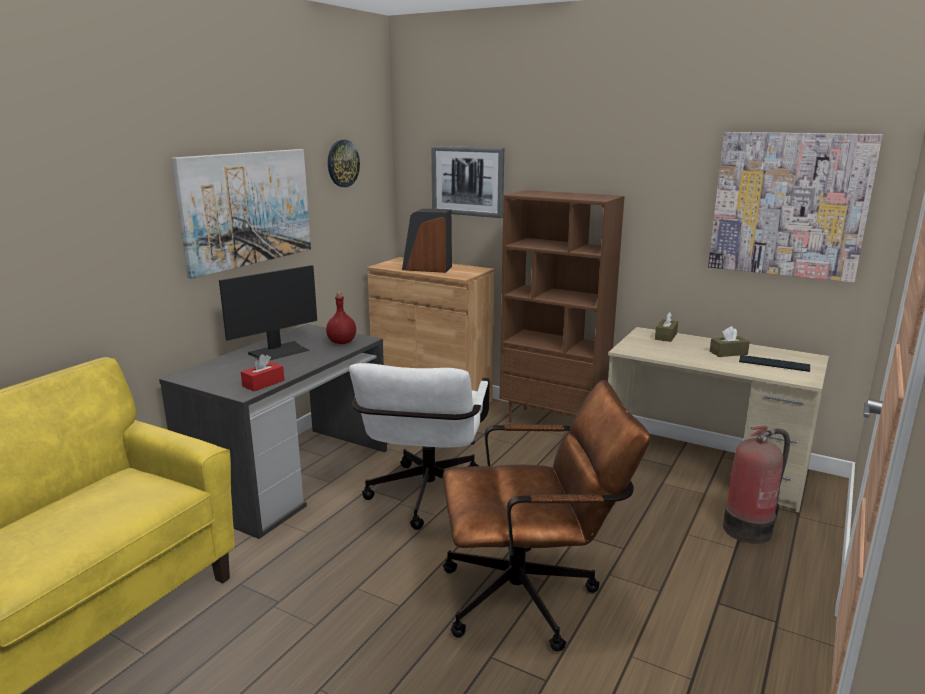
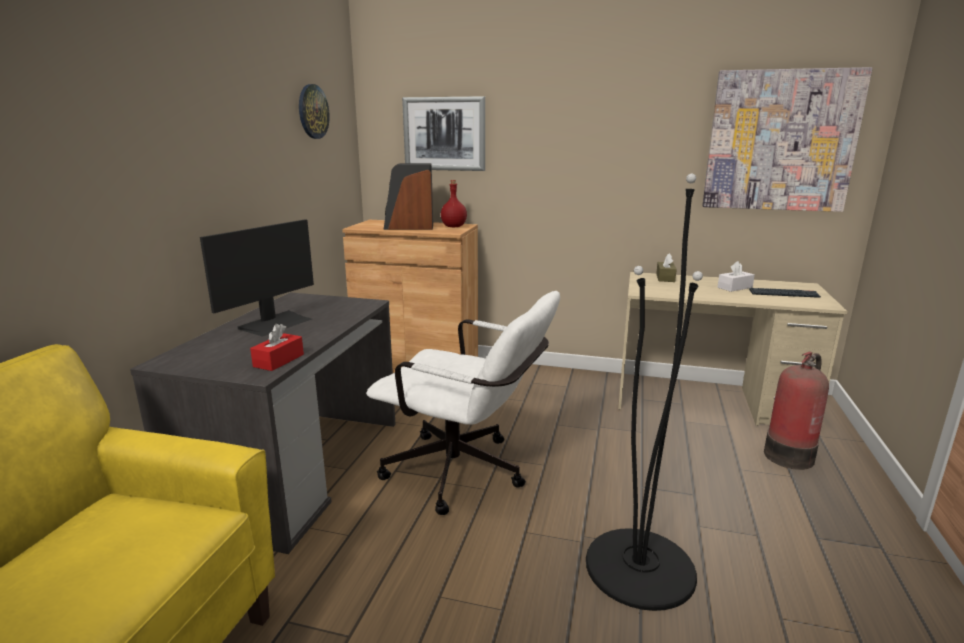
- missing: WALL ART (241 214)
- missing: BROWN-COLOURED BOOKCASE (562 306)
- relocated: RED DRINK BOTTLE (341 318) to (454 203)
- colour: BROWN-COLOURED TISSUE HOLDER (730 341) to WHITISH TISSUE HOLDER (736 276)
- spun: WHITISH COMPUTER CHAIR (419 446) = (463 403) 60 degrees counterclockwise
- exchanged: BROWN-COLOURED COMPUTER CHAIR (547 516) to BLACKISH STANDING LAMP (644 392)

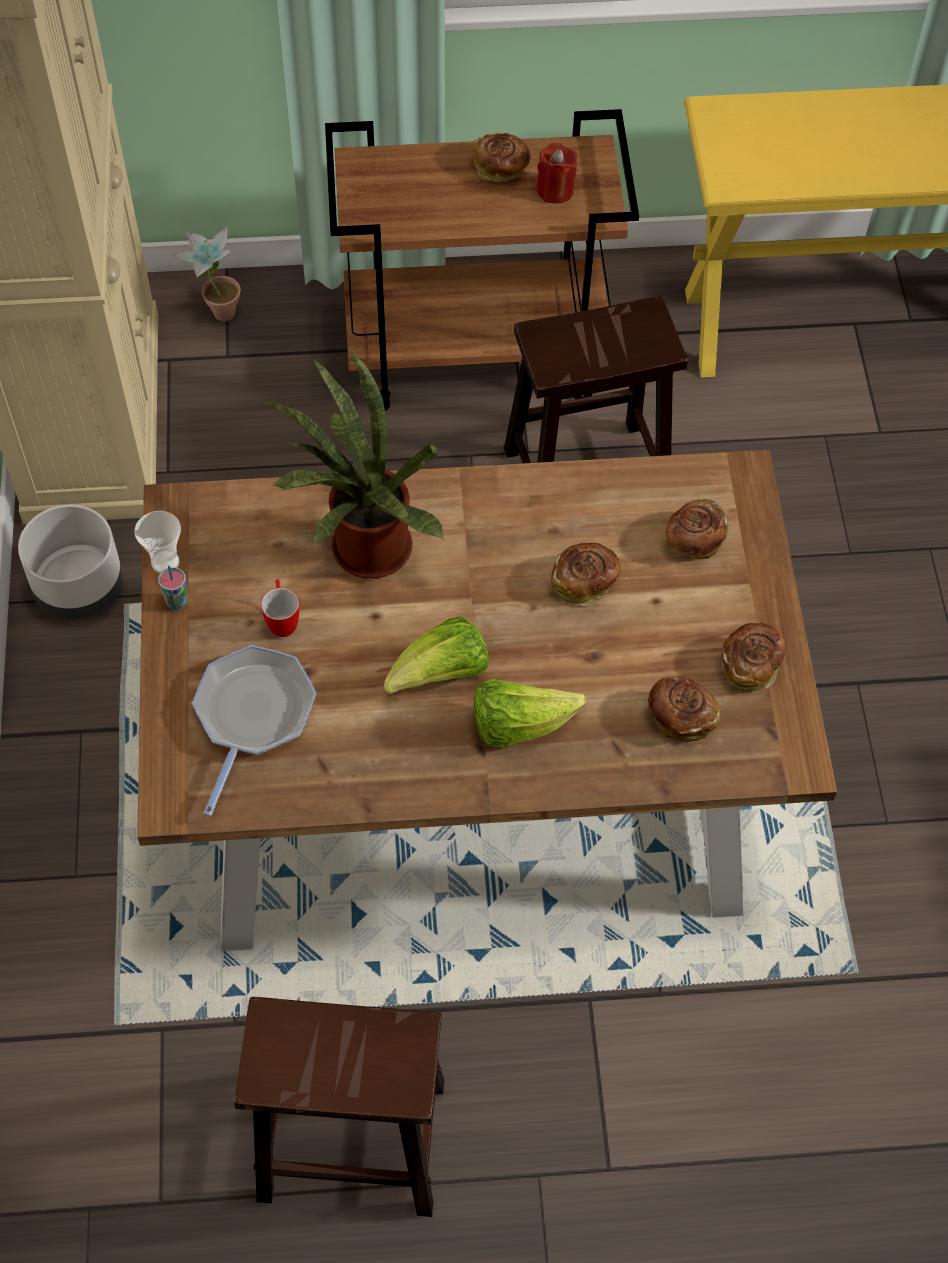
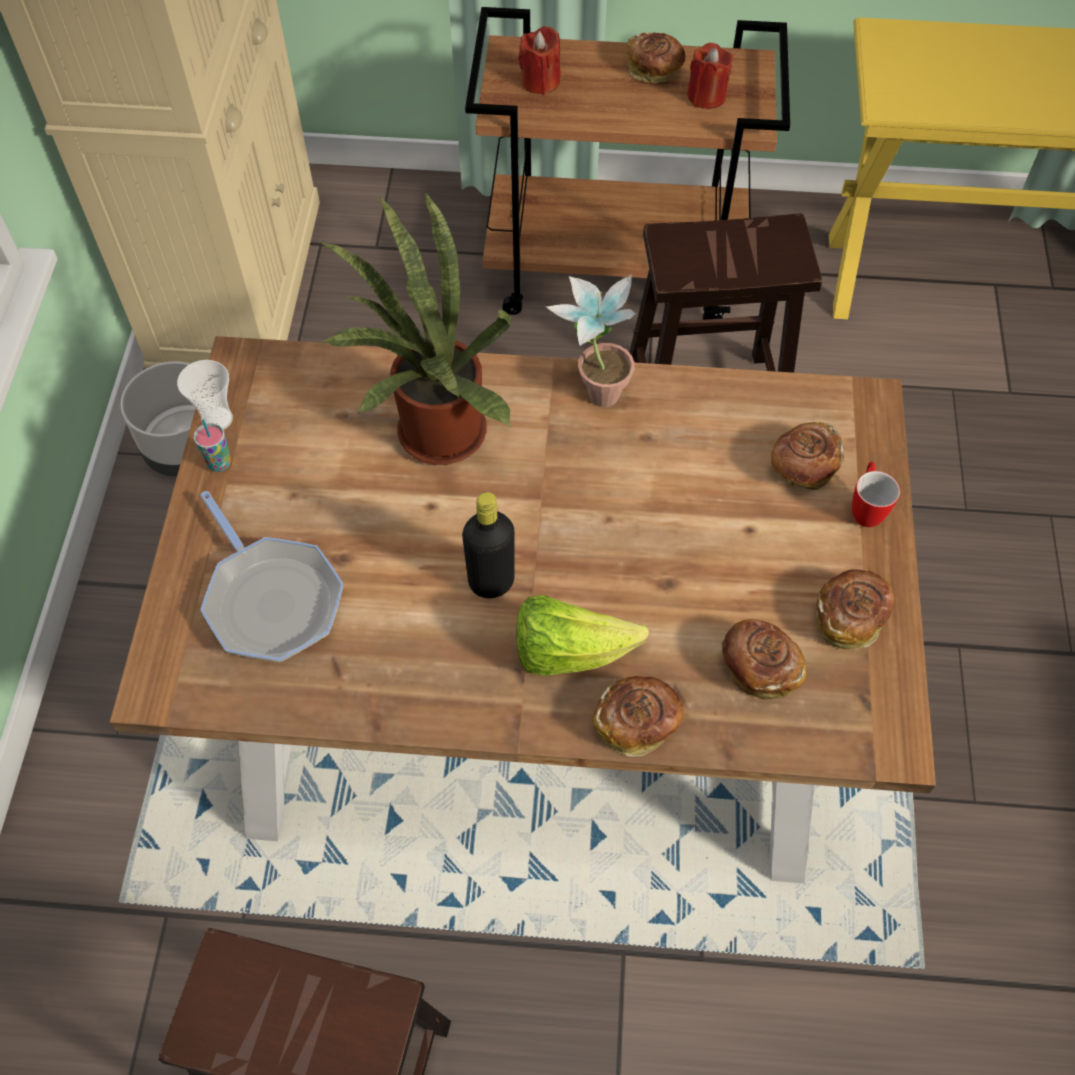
- relocated: HOUSEPLANT (206 274) to (591 340)
- relocated: BAKERY BREAD (586 574) to (637 716)
- relocated: MUG (280 608) to (876 494)
- exchanged: LETTUCE (436 655) to BLACKISH DRINK BOTTLE (488 545)
- spun: SKILLET (254 731) = (272 576) 120 degrees clockwise
- appeared: RED WAX CANDLE (539 60)

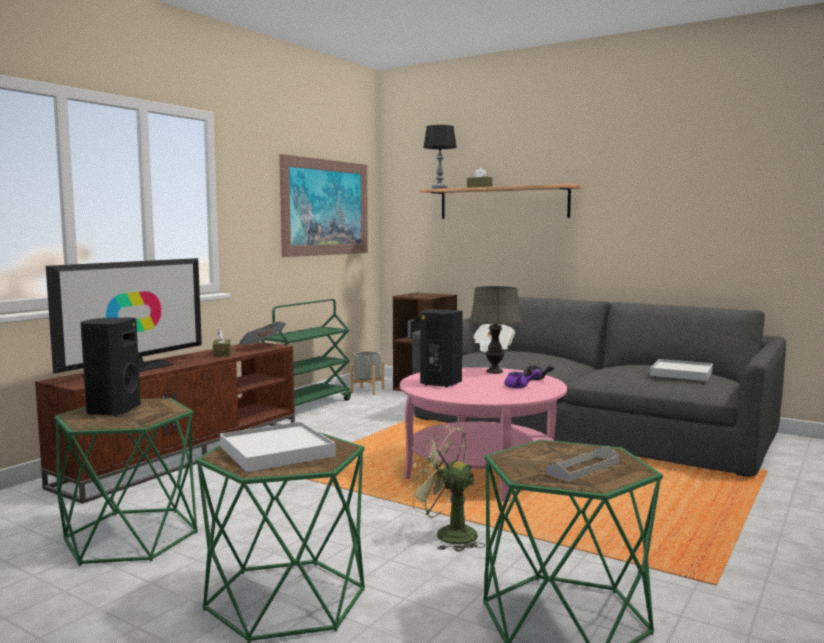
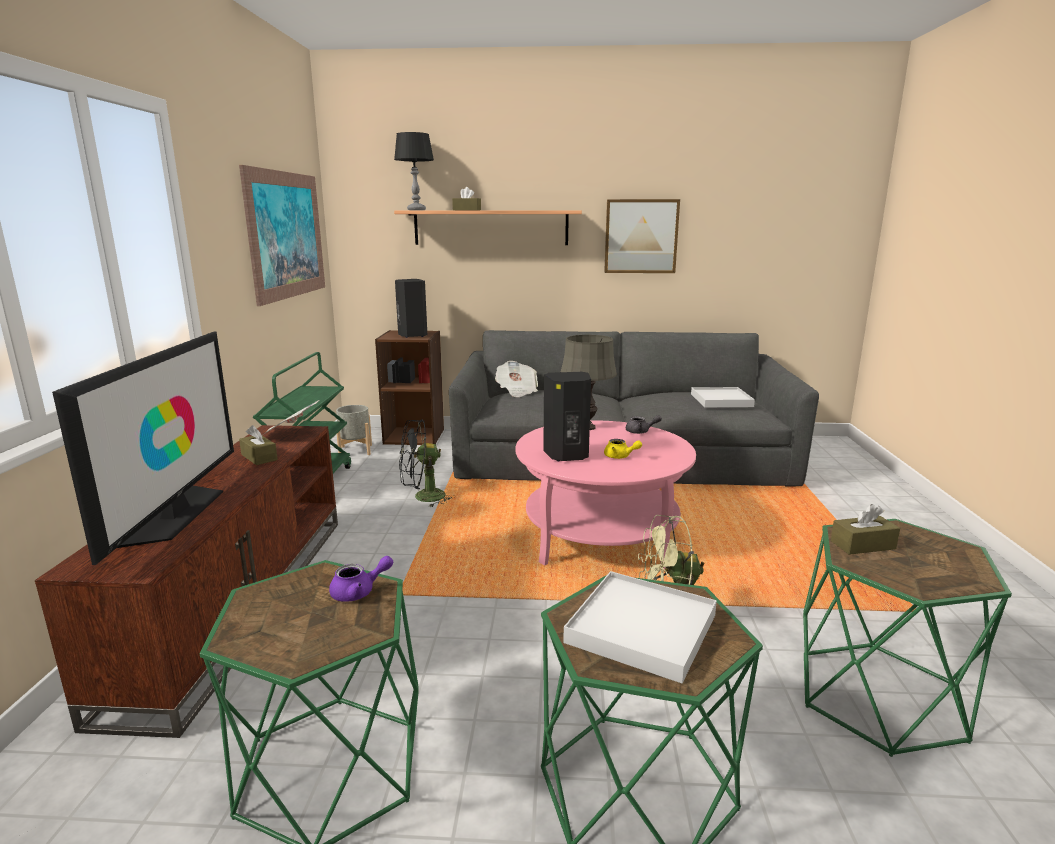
- relocated: BLACKISH LOUDSPEAKER (110 367) to (411 308)
- relocated: PURPLE-COLOURED TEAPOT (522 378) to (361 579)
- missing: GRAY SERVING TRAY (582 464)
- appeared: WALL ART (642 236)
- appeared: BLACKISH ELECTRIC FAN (427 463)
- appeared: YELLOW TEAPOT (623 449)
- appeared: BROWN-COLOURED TISSUE HOLDER (865 529)

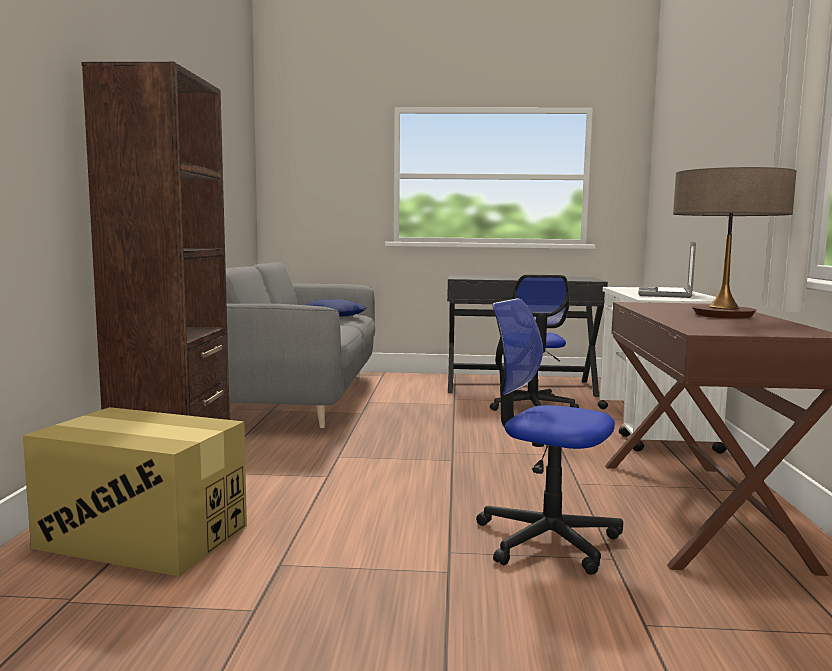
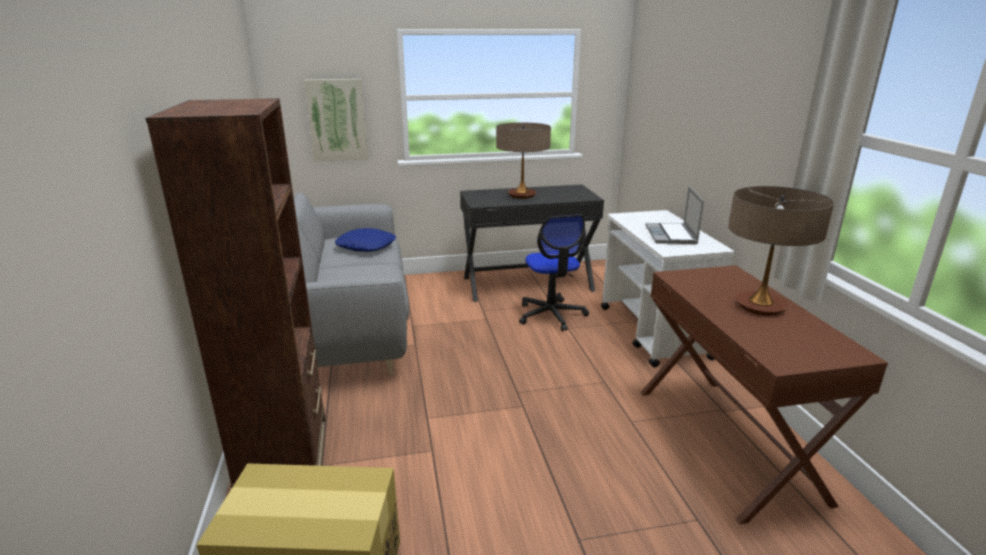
- missing: COMPUTER CHAIR (549 437)
- appeared: WALL ART (336 120)
- appeared: LAMP FOR A TABLE (523 161)

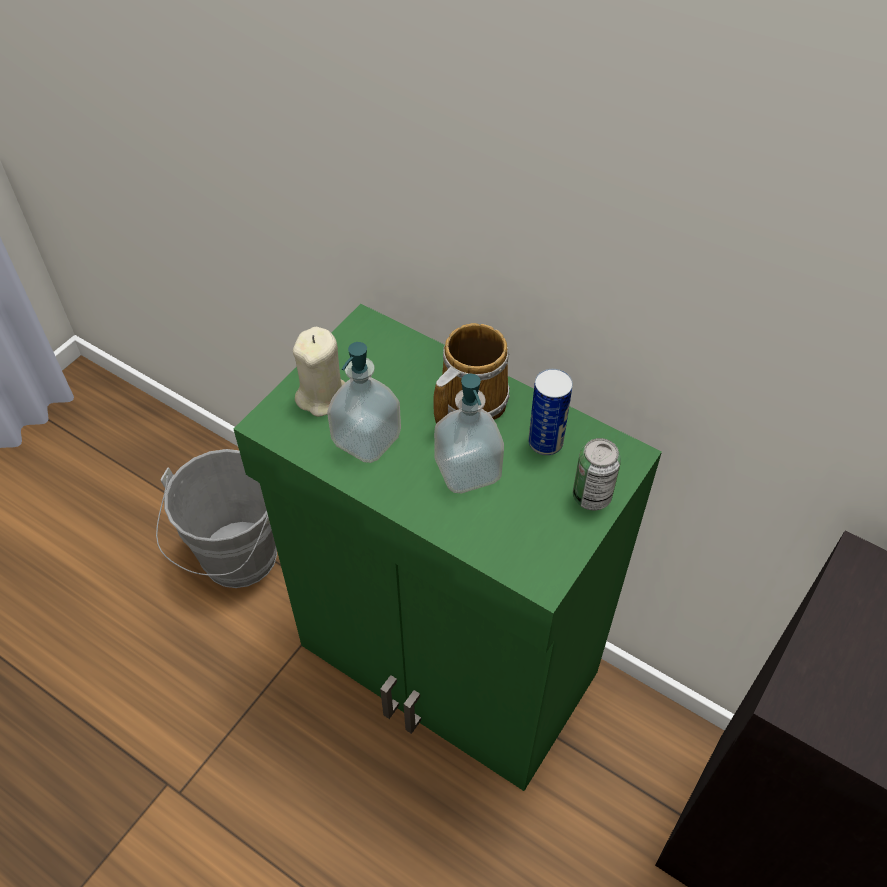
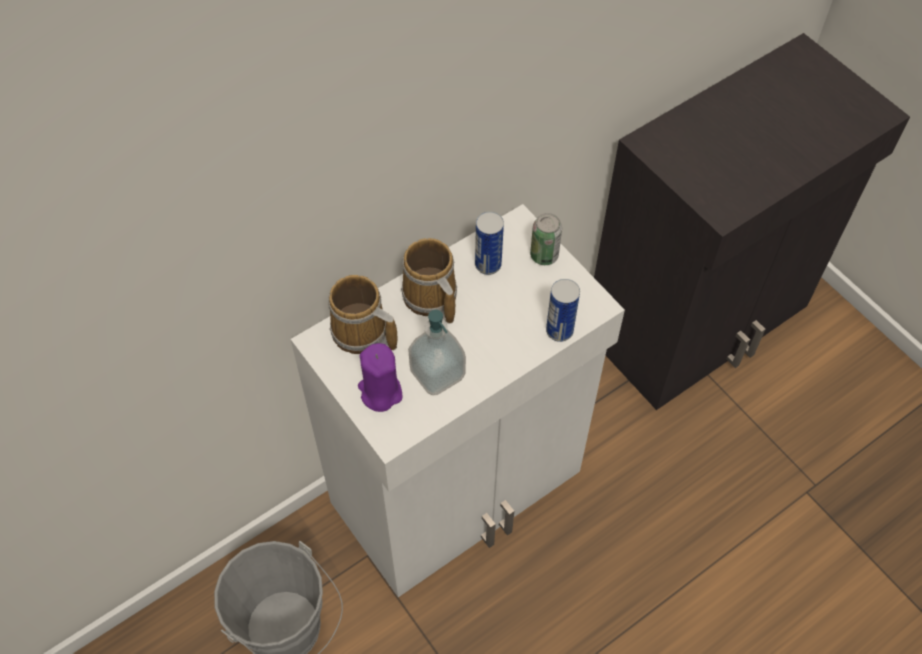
- colour: GREEN CABINET (448 547) to WHITISH CABINET (458 400)
- colour: BEIGE-COLOURED WAX CANDLE (319 372) to PURPLE-COLOURED WAX CANDLE (380 377)
- missing: LIQUID SOAP BOTTLE (469 434)
- appeared: MUG (363 314)
- appeared: CAN (563 310)

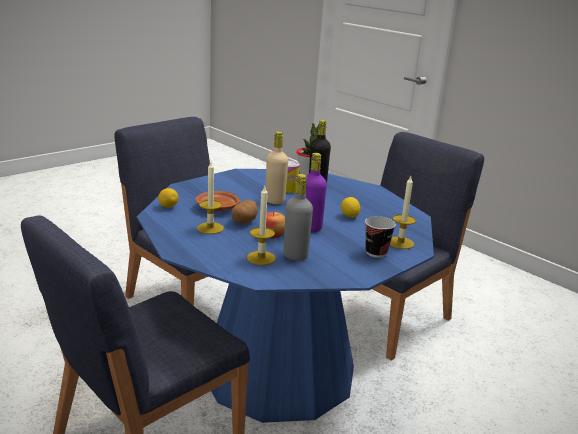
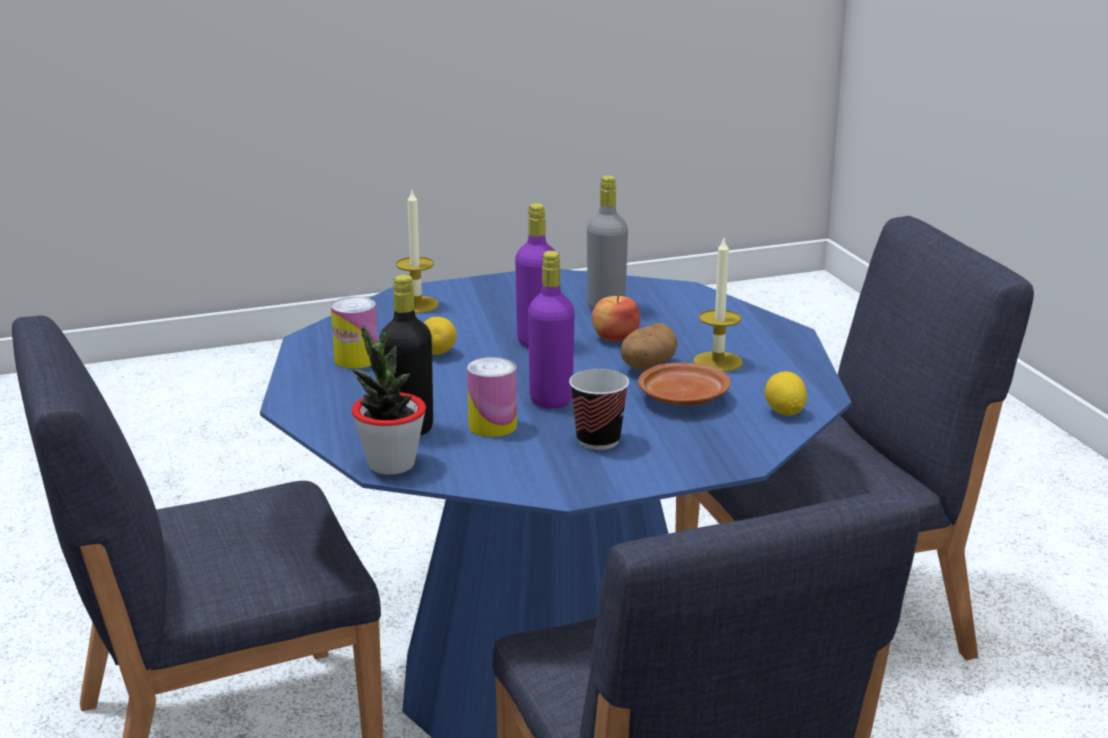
- colour: BEIGE-COLOURED DRINK BOTTLE (277 167) to PURPLE-COLOURED DRINK BOTTLE (551 330)
- missing: WAX CANDLE (261 225)
- relocated: CUP (380 237) to (599 409)
- appeared: CAN (354 332)

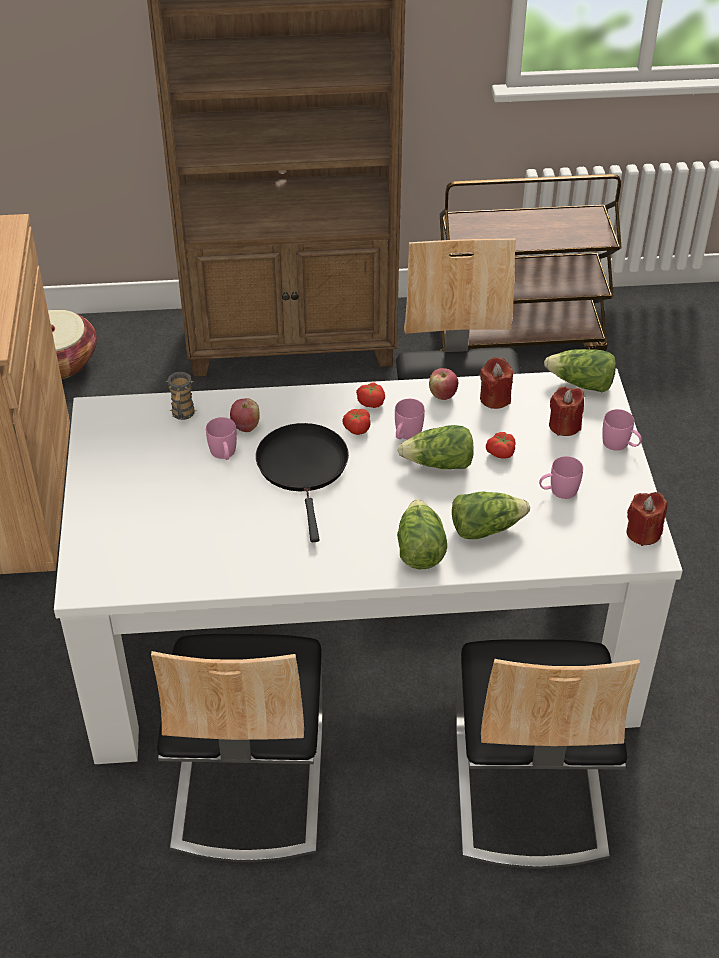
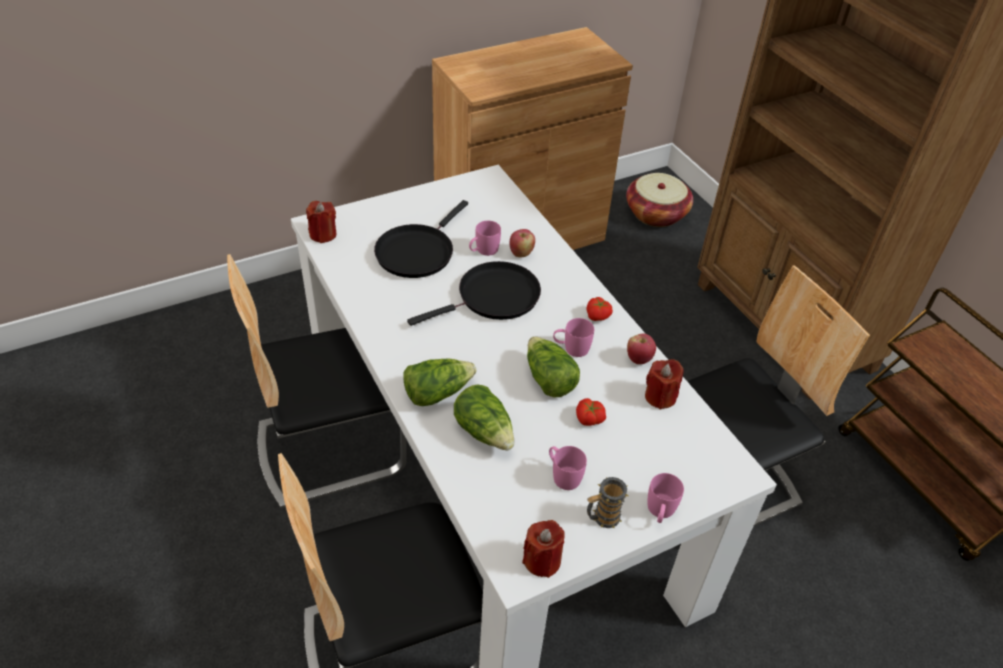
- missing: LETTUCE (580 370)
- relocated: MUG (181 396) to (607 503)
- relocated: RED WAX CANDLE (566 411) to (321 222)
- missing: WHOLE TOMATO (356 422)
- appeared: BLACKISH SKILLET (421 239)

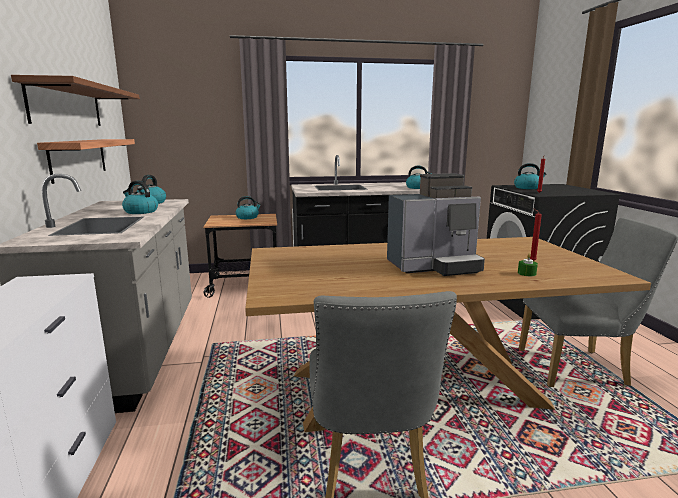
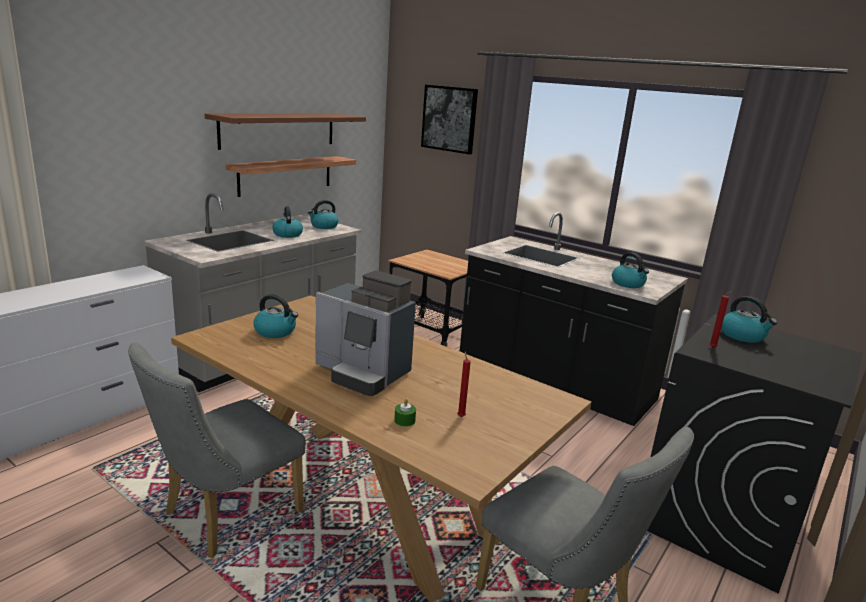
- relocated: KETTLE (248 207) to (275 316)
- appeared: WALL ART (449 119)

